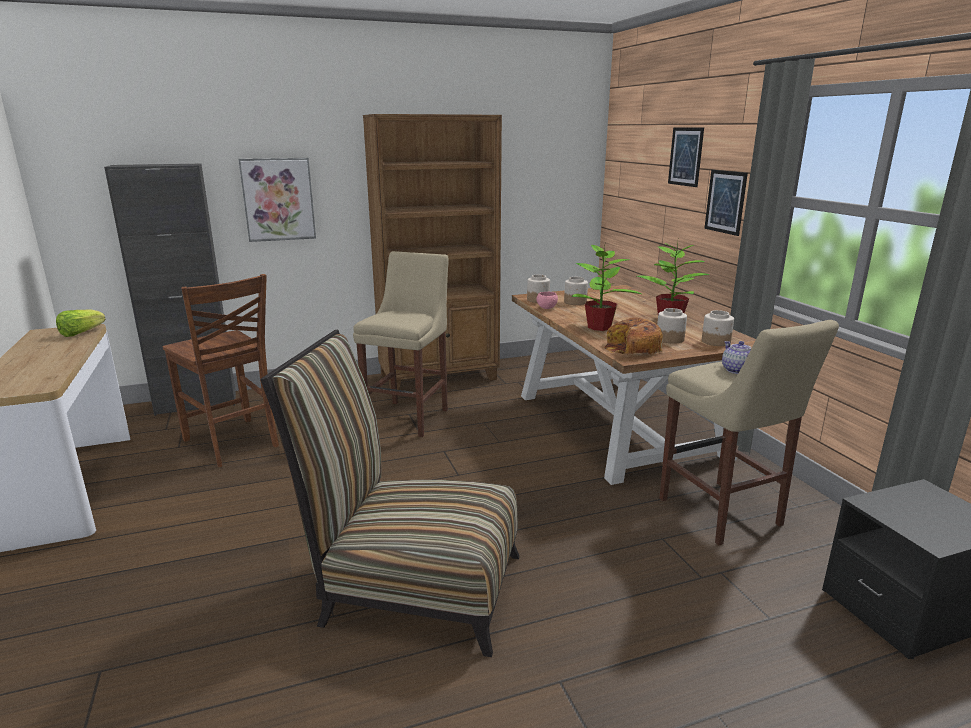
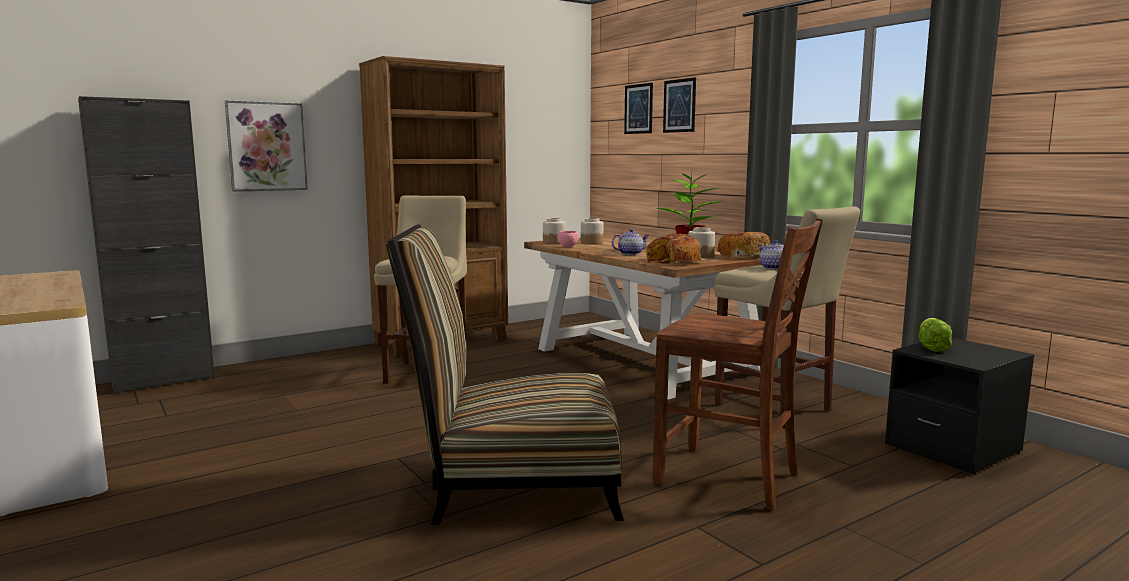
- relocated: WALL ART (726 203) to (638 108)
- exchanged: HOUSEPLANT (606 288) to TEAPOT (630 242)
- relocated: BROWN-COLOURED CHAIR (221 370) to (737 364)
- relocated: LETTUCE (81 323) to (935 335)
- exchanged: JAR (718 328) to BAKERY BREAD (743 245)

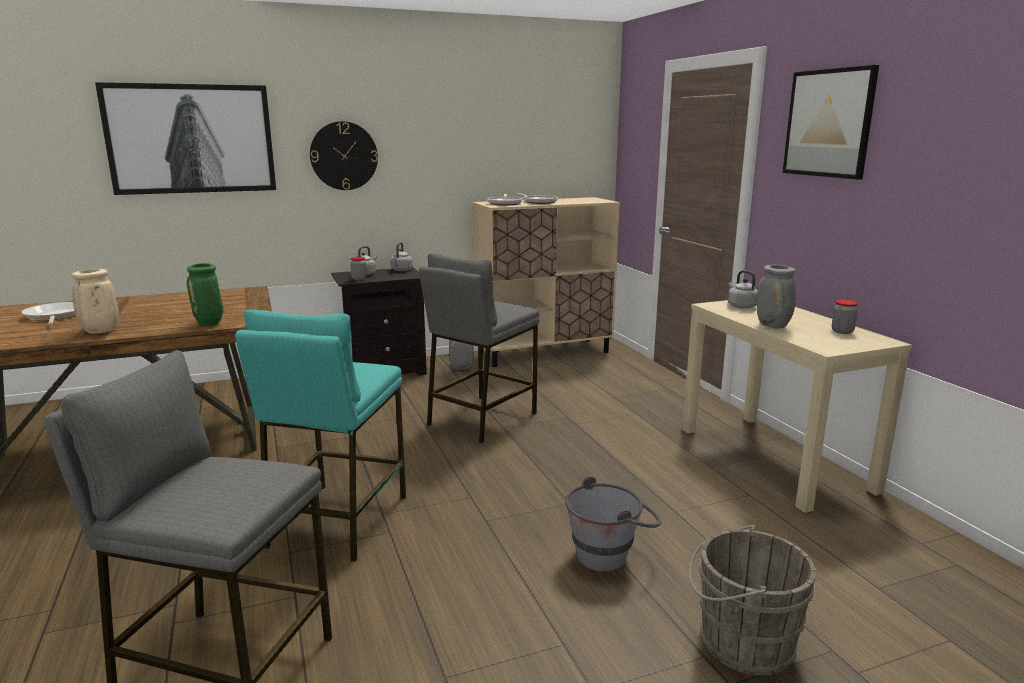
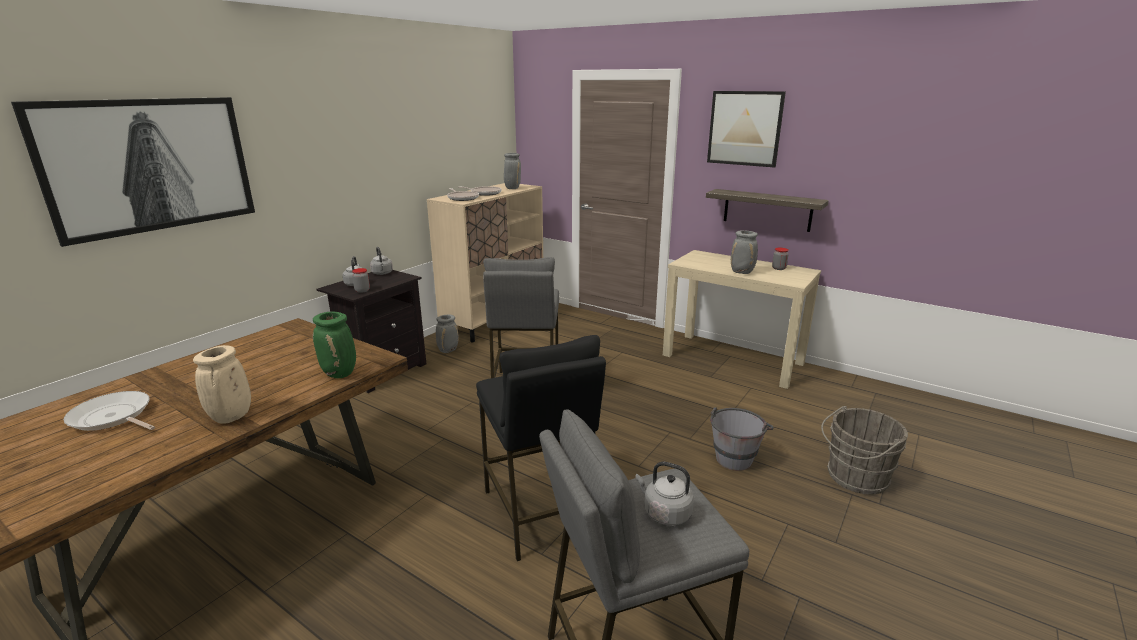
- missing: HANGING CLOCK (344 155)
- relocated: GRAY KETTLE (743 289) to (664 493)
- colour: BLUE-GREEN STOOL SEAT (320 436) to BLACKISH STOOL SEAT (541 448)
- appeared: GRAY FLOWER VASE (512 171)
- appeared: SHELF (767 210)

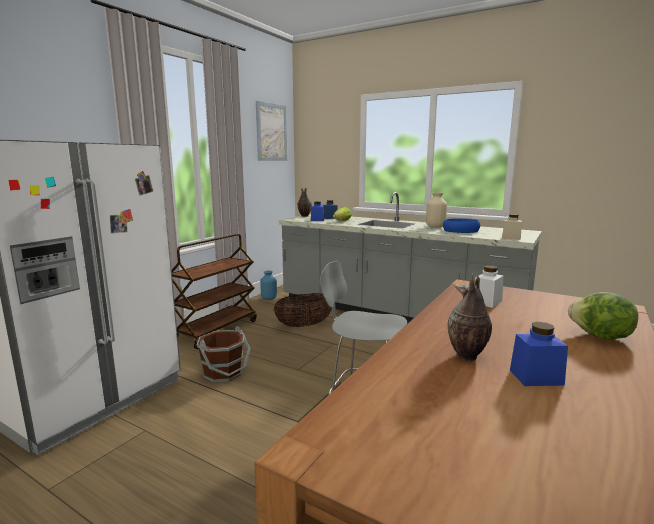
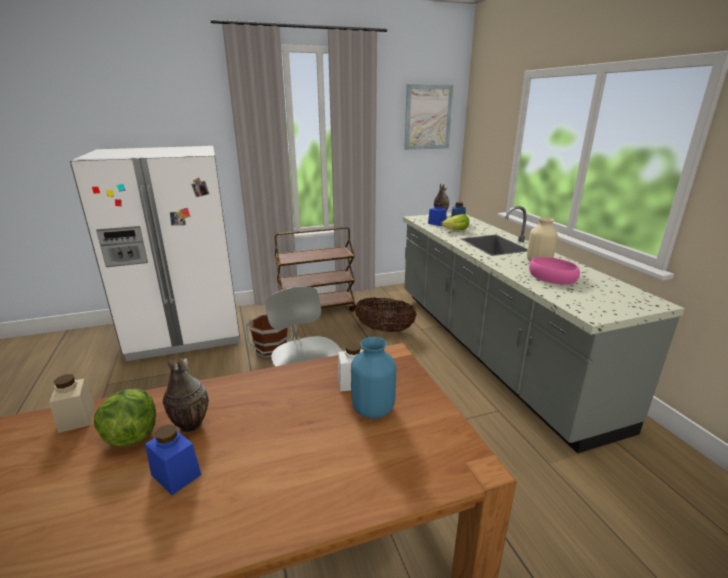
- relocated: BEIGE-COLOURED JAR (512 227) to (71 403)
- colour: BLUISH SERVING BOWL (461 226) to PINK SERVING BOWL (554 271)
- relocated: BLUISH FLOWER VASE (268 285) to (373 378)
- relocated: LETTUCE (603 316) to (125 418)

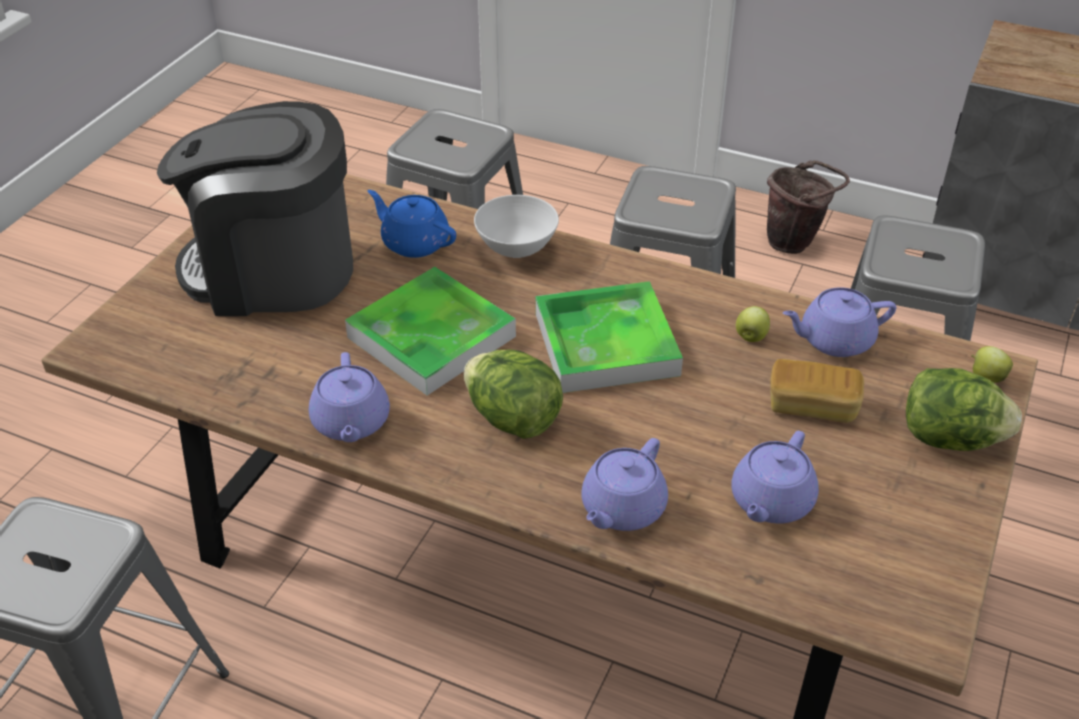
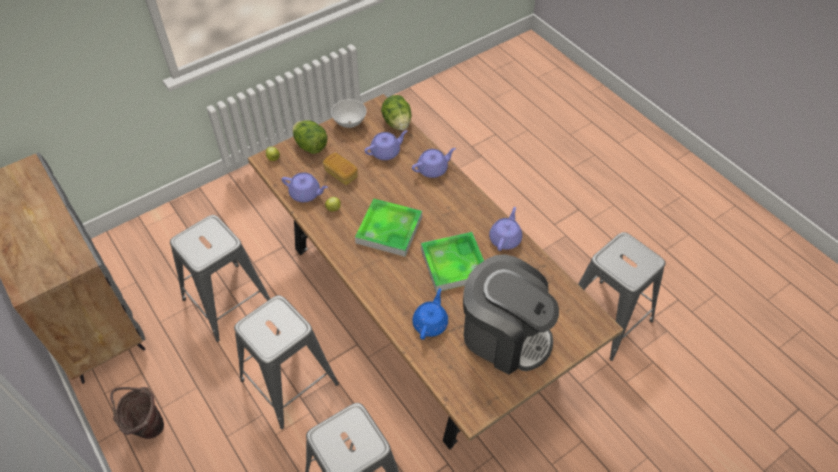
- spun: BLUISH TEAPOT (411 224) = (430 314) 135 degrees counterclockwise
- relocated: WHITISH SERVING BOWL (516 226) to (349 113)
- relocated: LETTUCE (513 394) to (396 112)

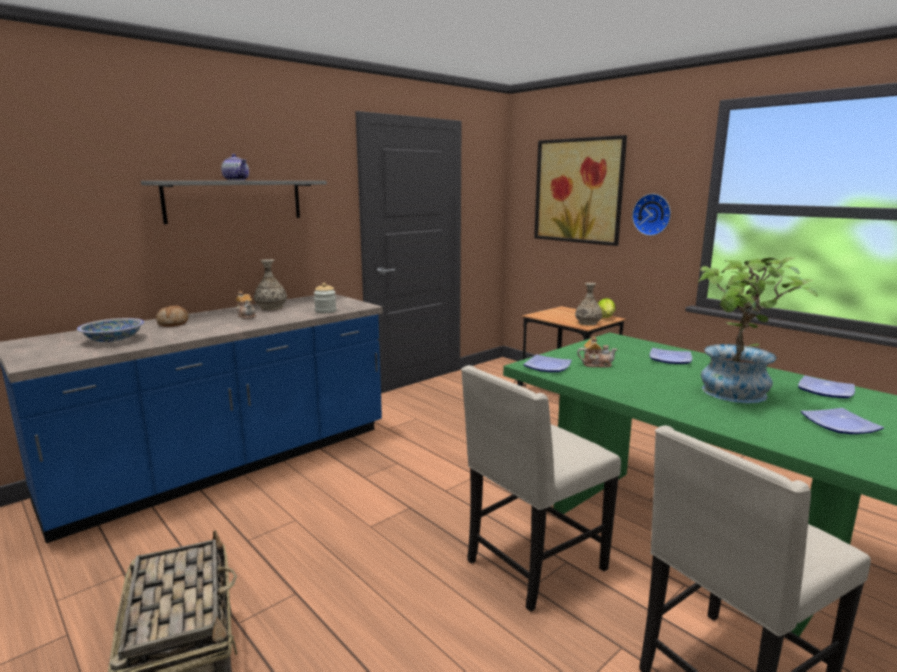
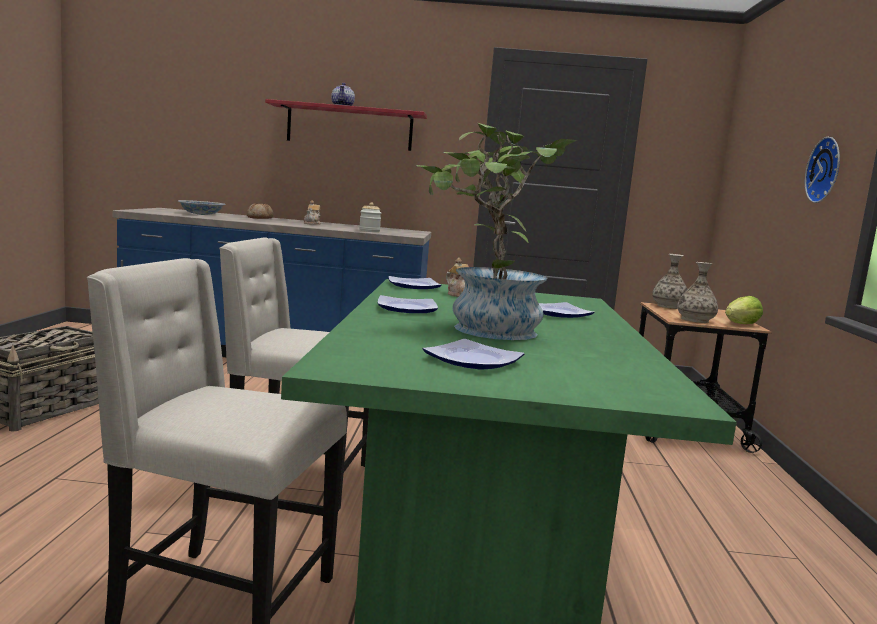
- missing: WALL ART (580 190)
- colour: GRAY SHELF (234 202) to RED SHELF (346 125)
- relocated: FLOWER VASE (270 284) to (669 281)
- relocated: FLAT DISH (826 387) to (408 304)

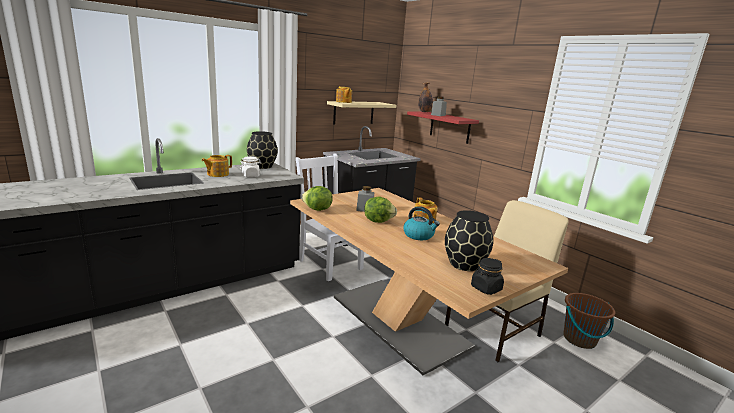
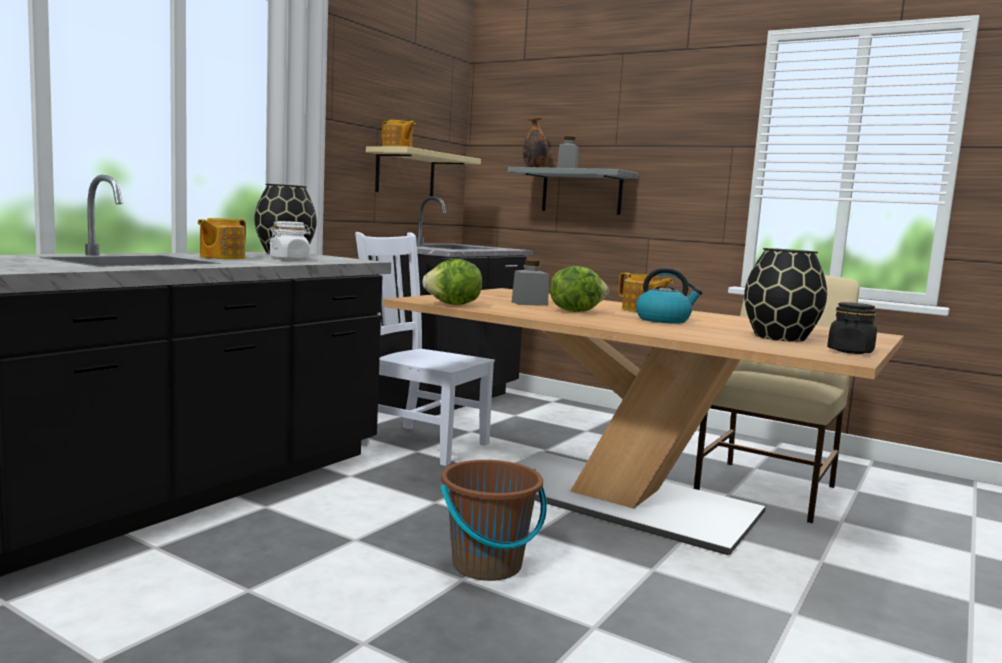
- colour: RED SHELF (443 127) to GRAY SHELF (573 191)
- relocated: BROWN-COLOURED BUCKET (589 321) to (494 520)

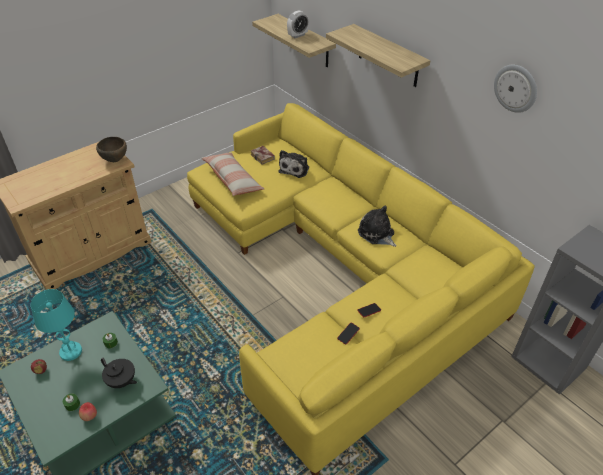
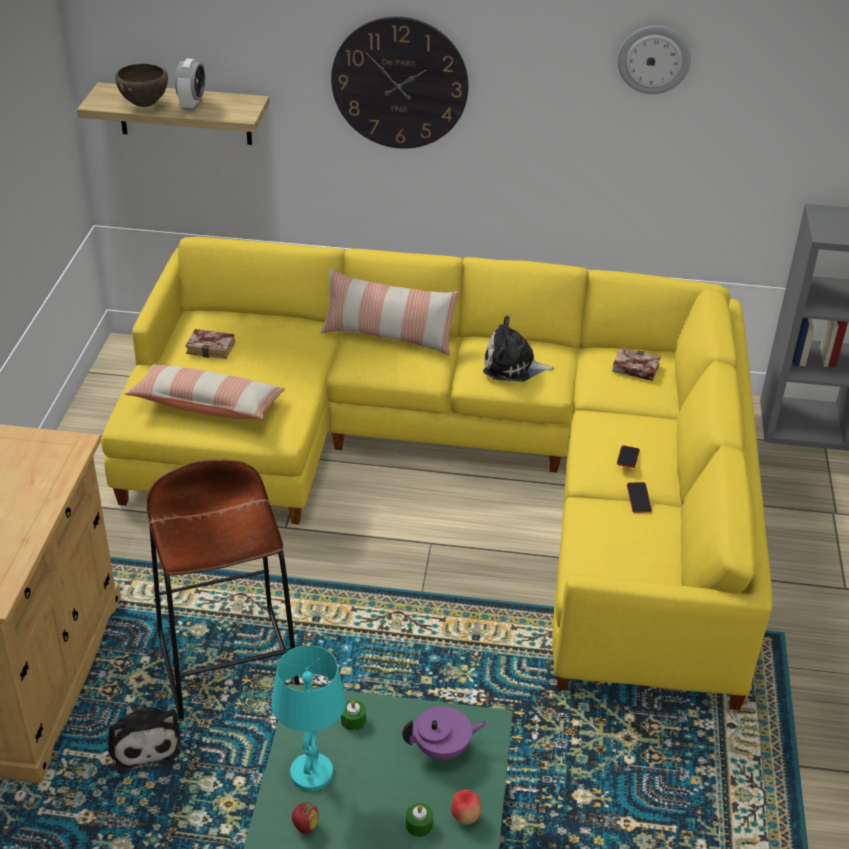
- exchanged: SHELF (378 55) to HANGING CLOCK (400 82)
- relocated: BROWN-COLOURED SERVING BOWL (111 149) to (141 85)
- relocated: CUDDLY TOY (294 164) to (144 740)
- colour: BLACKISH TEAPOT (119 372) to PURPLE-COLOURED TEAPOT (445 734)
- appeared: PILLOW (390 312)
- appeared: BOOK (636 364)
- appeared: BROWN-COLOURED STOOL SEAT (223 590)

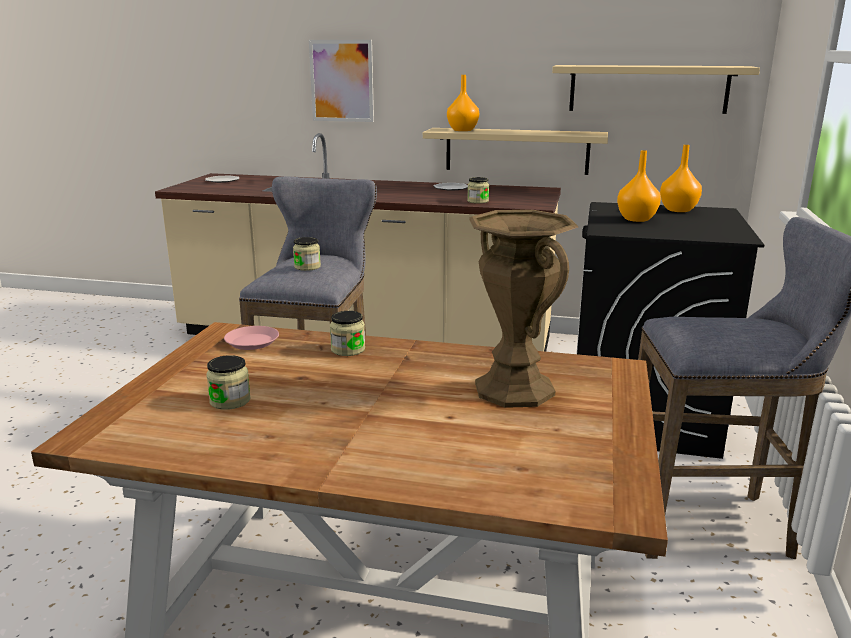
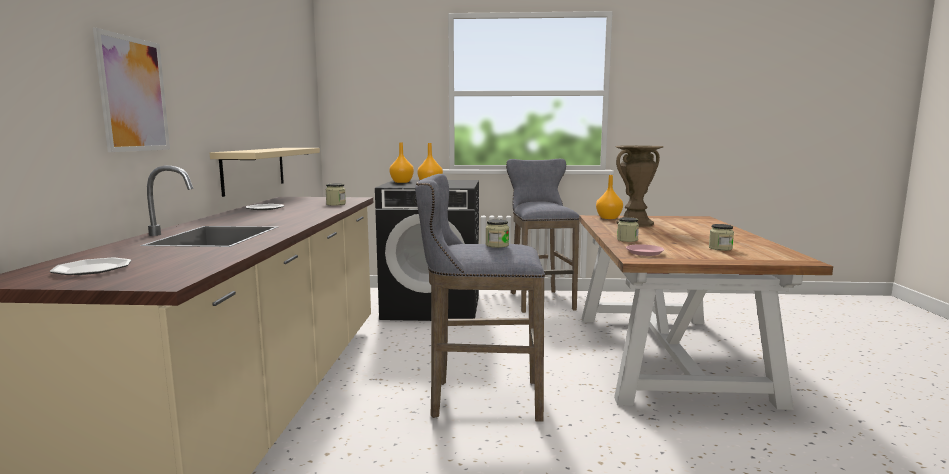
- missing: BEIGE-COLOURED SHELF (656 89)
- relocated: ORANGE FLOWER VASE (463 103) to (609 197)

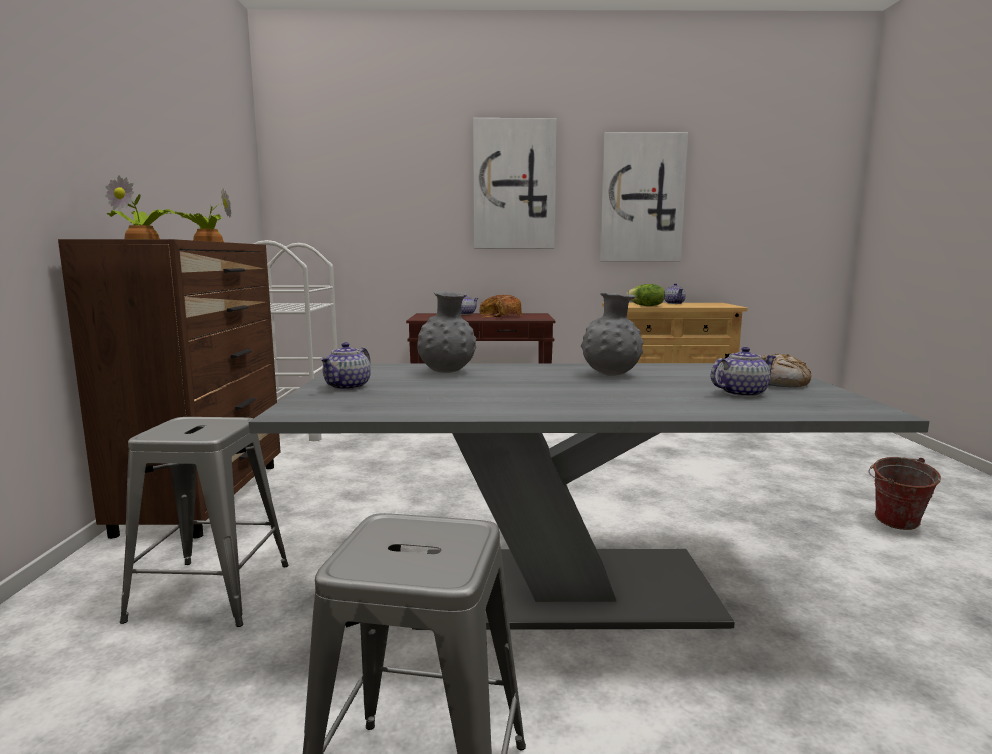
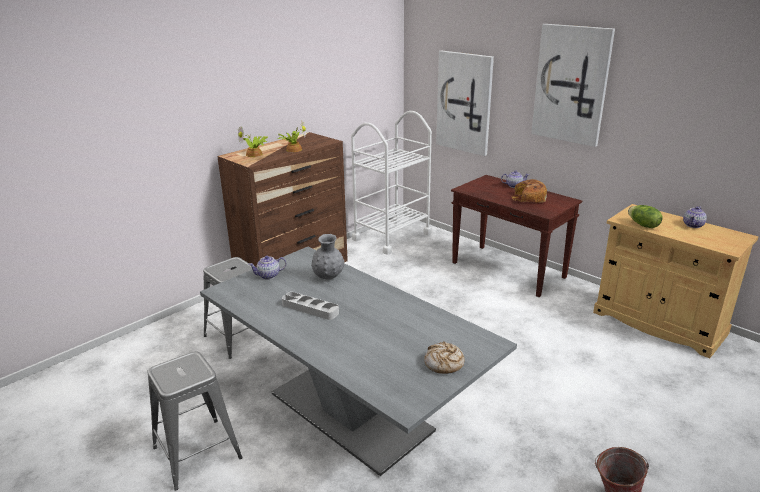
- relocated: WALL ART (644 197) to (465 103)
- missing: GRAY FLOWER VASE (612 334)
- missing: TEAPOT (743 372)
- appeared: GRAY SERVING TRAY (310 306)

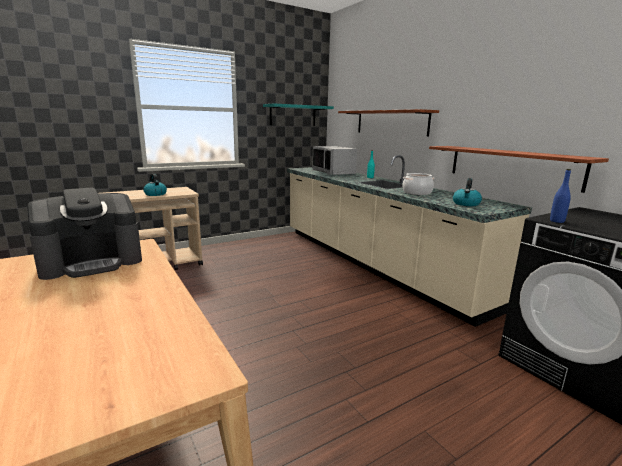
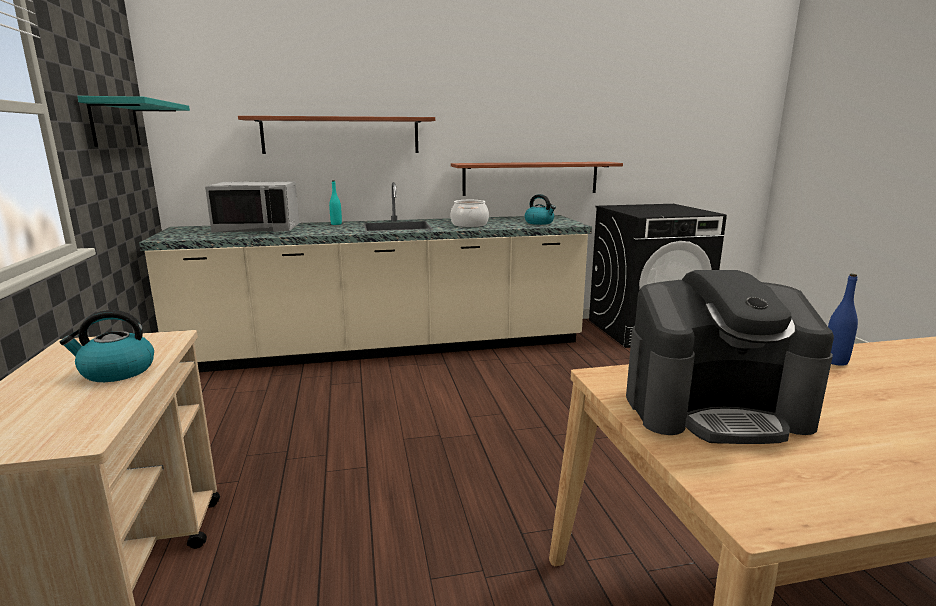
- relocated: BLUISH DRINK BOTTLE (560 196) to (843 320)
- spun: COFFEE MAKER (84 234) = (730 357) 105 degrees clockwise

